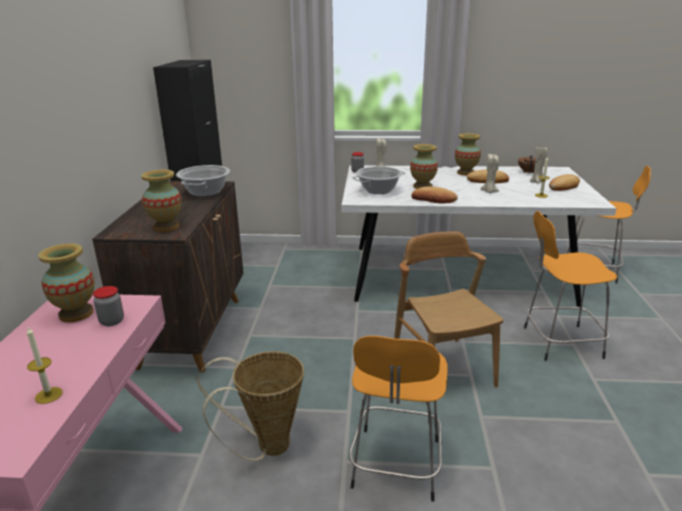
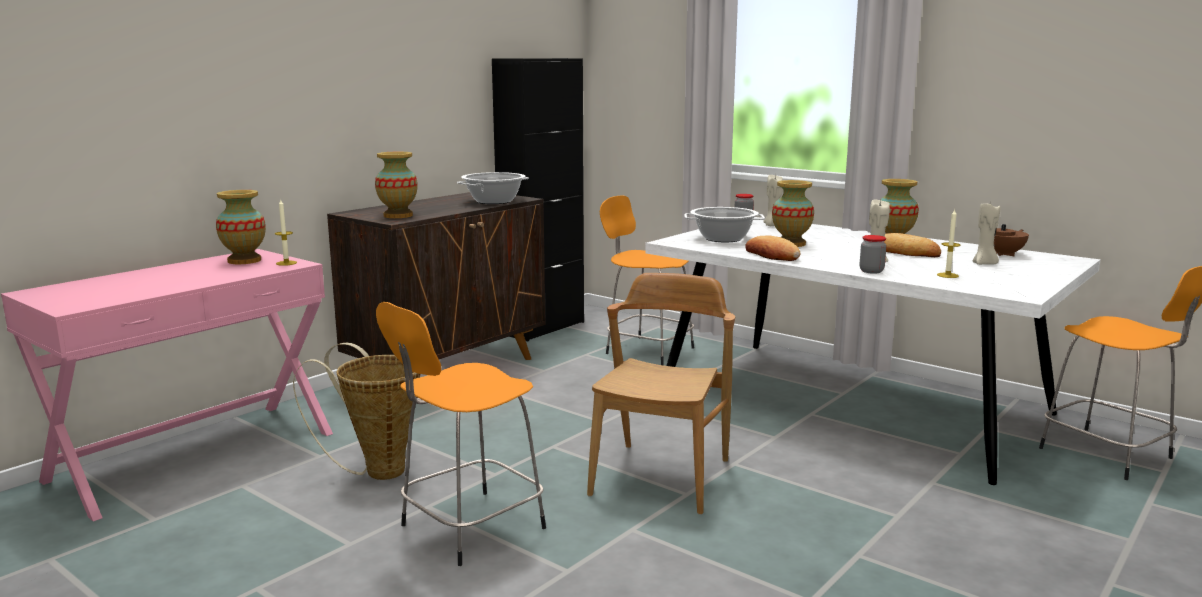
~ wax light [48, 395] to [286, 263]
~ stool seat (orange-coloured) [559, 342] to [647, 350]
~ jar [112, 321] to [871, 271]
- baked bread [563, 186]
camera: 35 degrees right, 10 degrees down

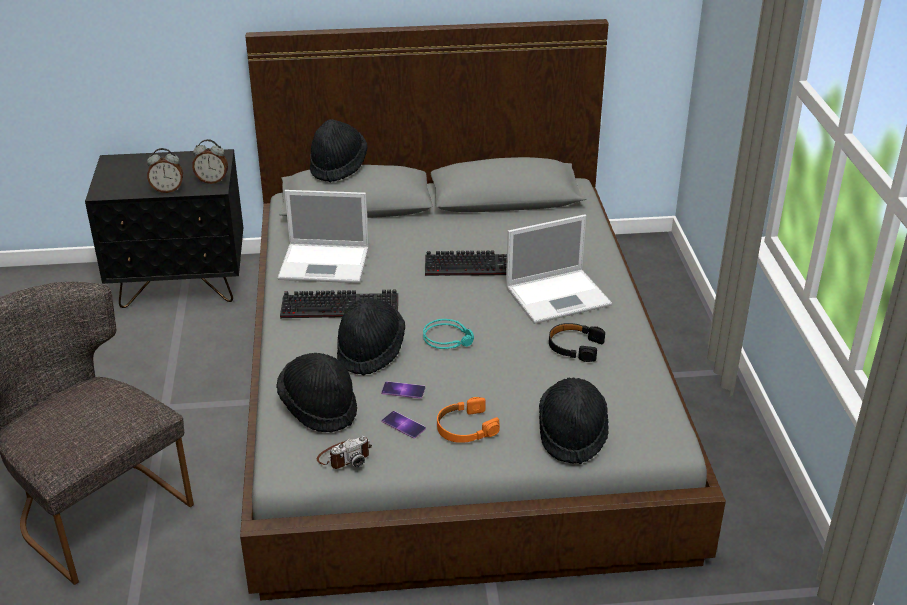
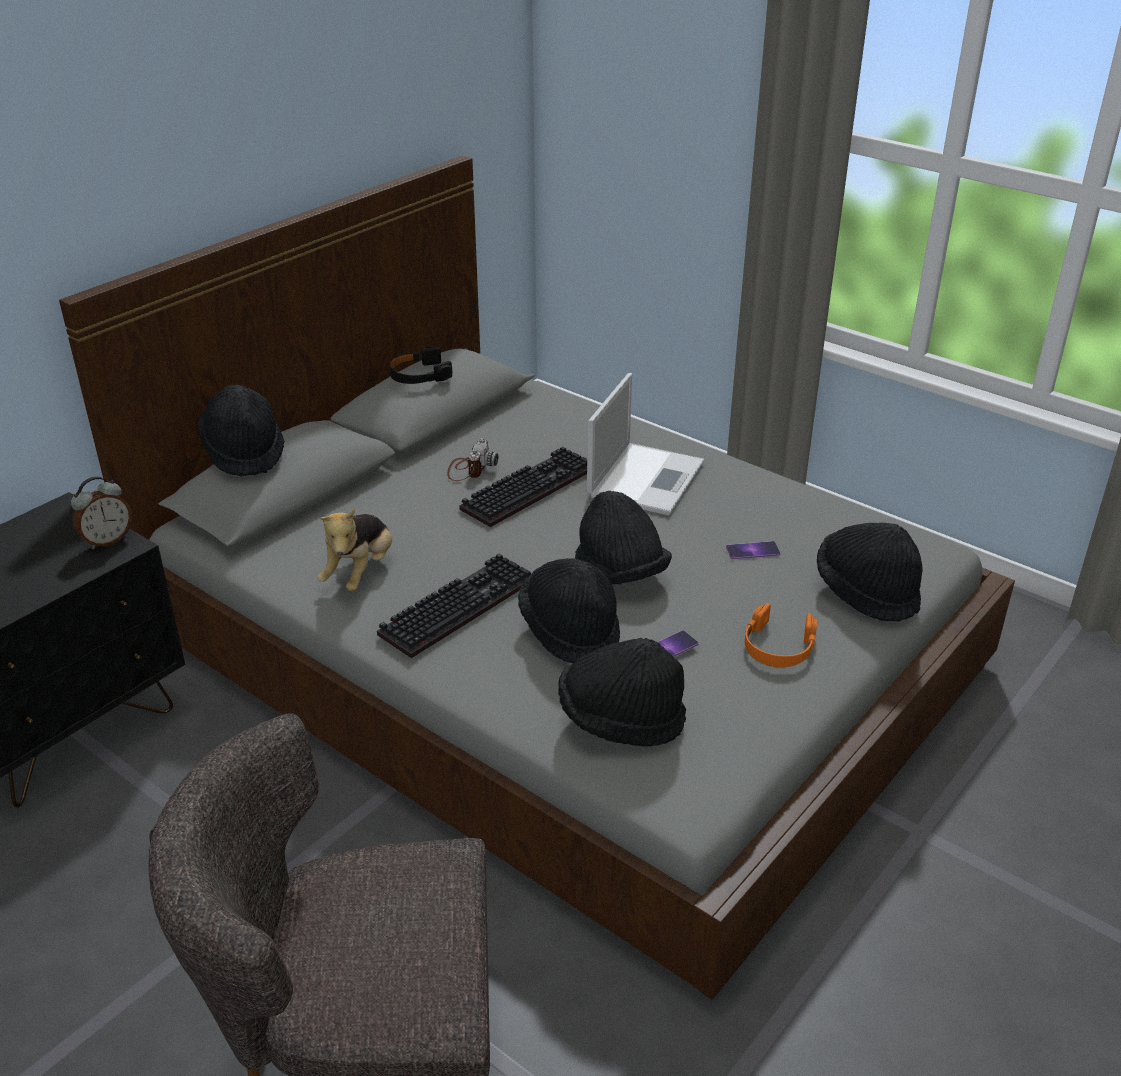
~ portable computer [326, 263] to cuddly toy [360, 572]
~ headphones (blackish) [574, 347] to [419, 375]
~ photo camera [344, 457] to [469, 468]
~ headphones (turquoise-coloured) [449, 338] to clothing hat (blackish) [620, 573]
~ handset [403, 425] to [752, 550]
- table clock [167, 190]
camera: 45 degrees left, 0 degrees up

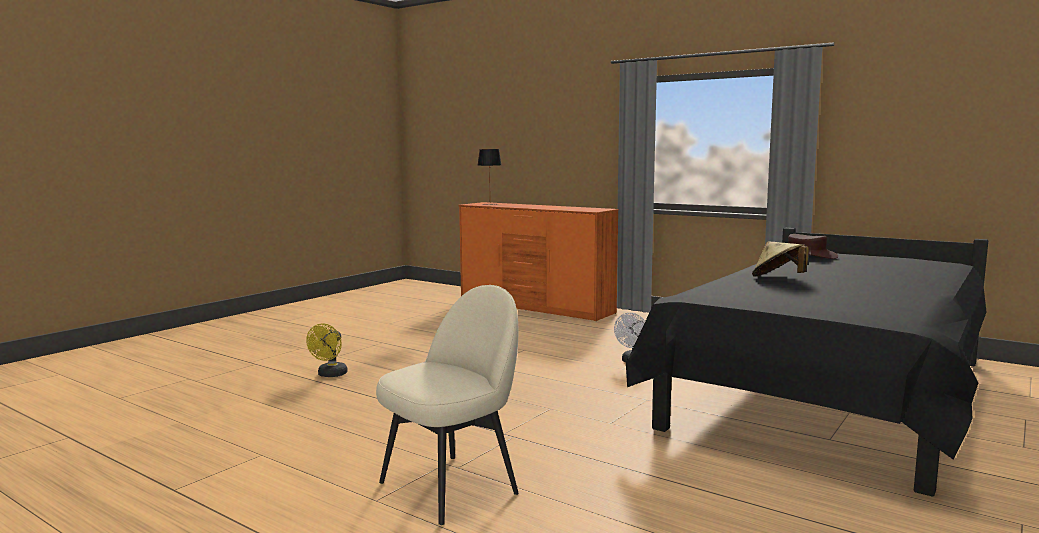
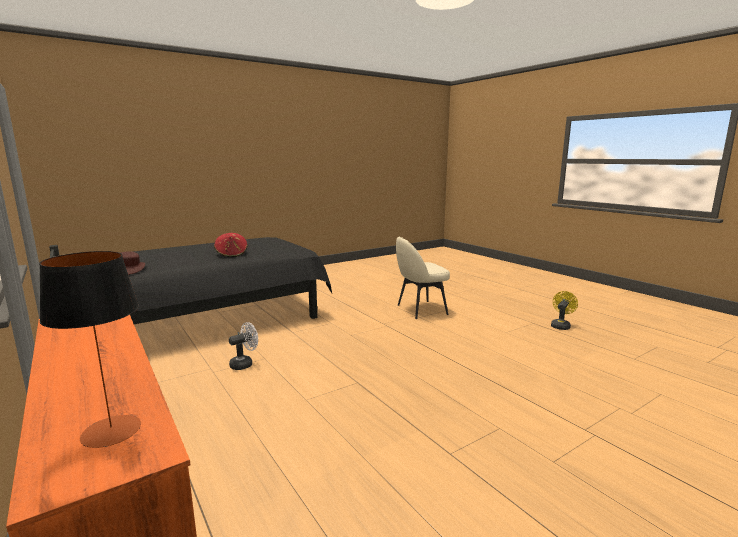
~ clothing hat (beige) [778, 278] to clothing hat (red) [231, 254]
~ cooling fan (yellowish) [330, 375] to [561, 325]
camera: 160 degrees left, 5 degrees up

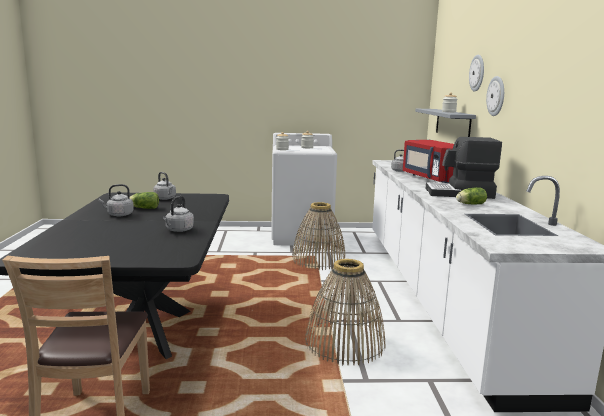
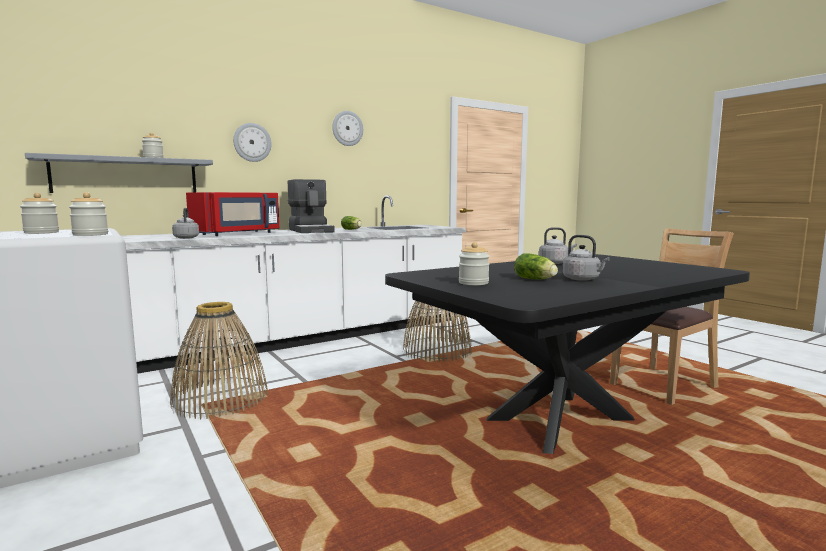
~ wall clock [477, 73] to [347, 128]
~ water kettle (grey) [165, 198] to jar [473, 283]
camera: 120 degrees left, 5 degrees down

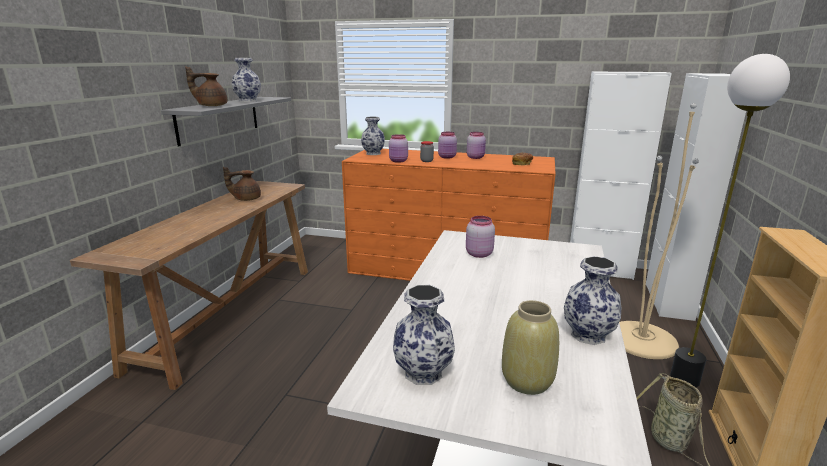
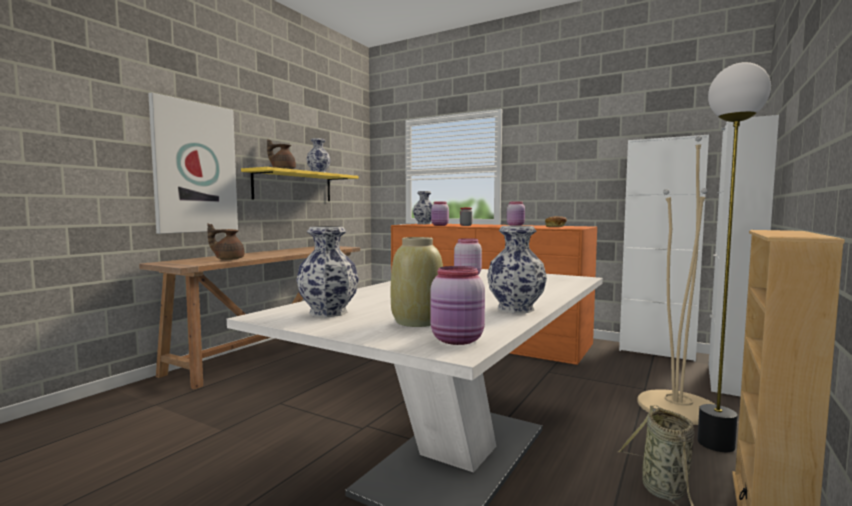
+ wall art [195, 167]
~ tea pot (brown) [246, 199] to [228, 259]
~ shelf (grey) [219, 119] to shelf (yellowish) [293, 186]
~ jar (pink) [447, 157] to [458, 340]
camera: 15 degrees right, 15 degrees down

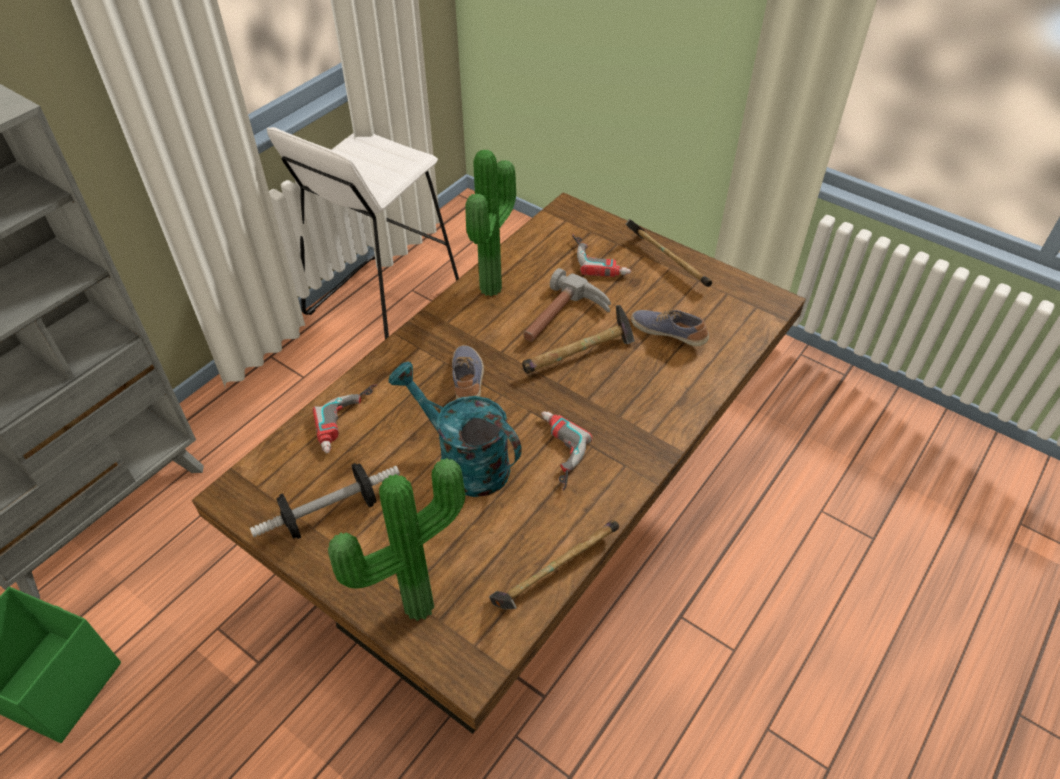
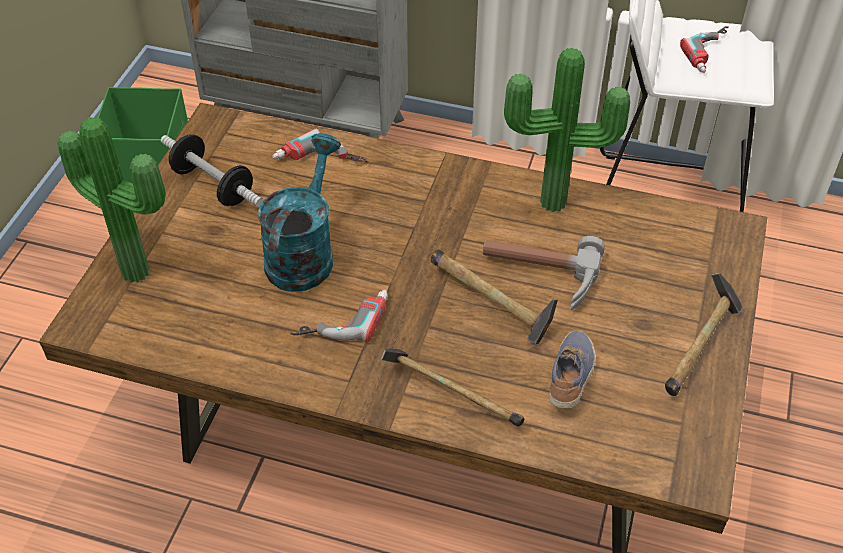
~ hand hammer [553, 574] to [449, 395]
~ drill [600, 258] to [713, 54]
- low shoe [468, 381]
camera: 70 degrees right, 0 degrees up

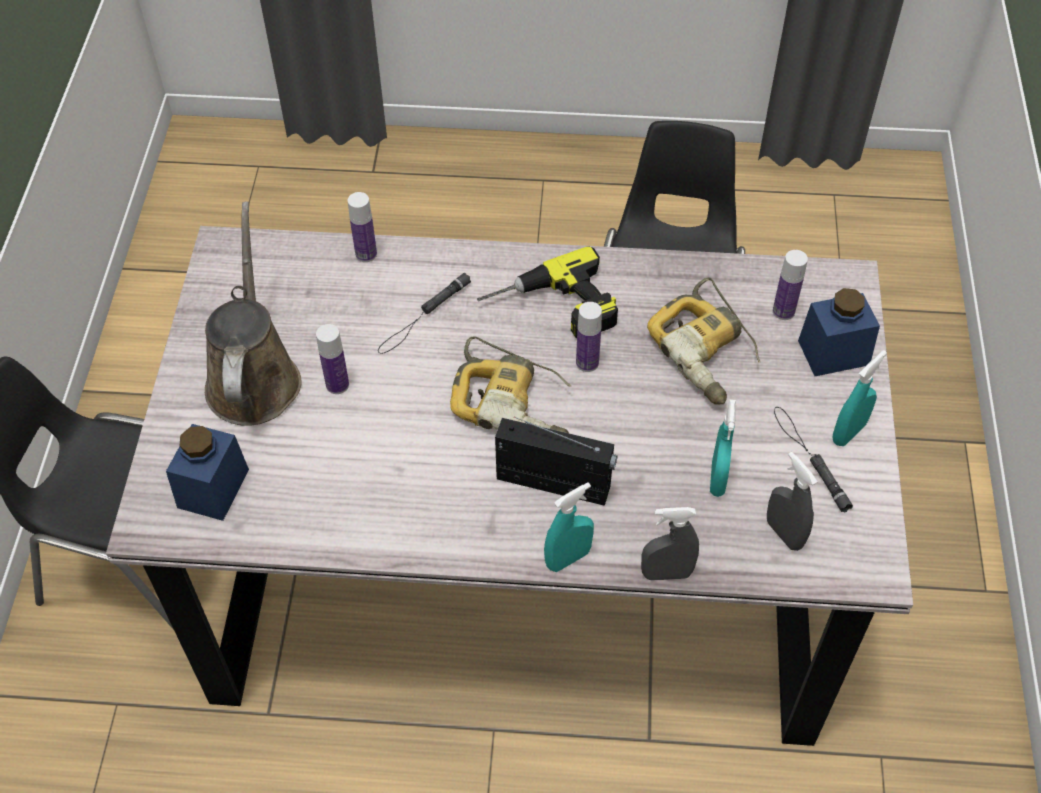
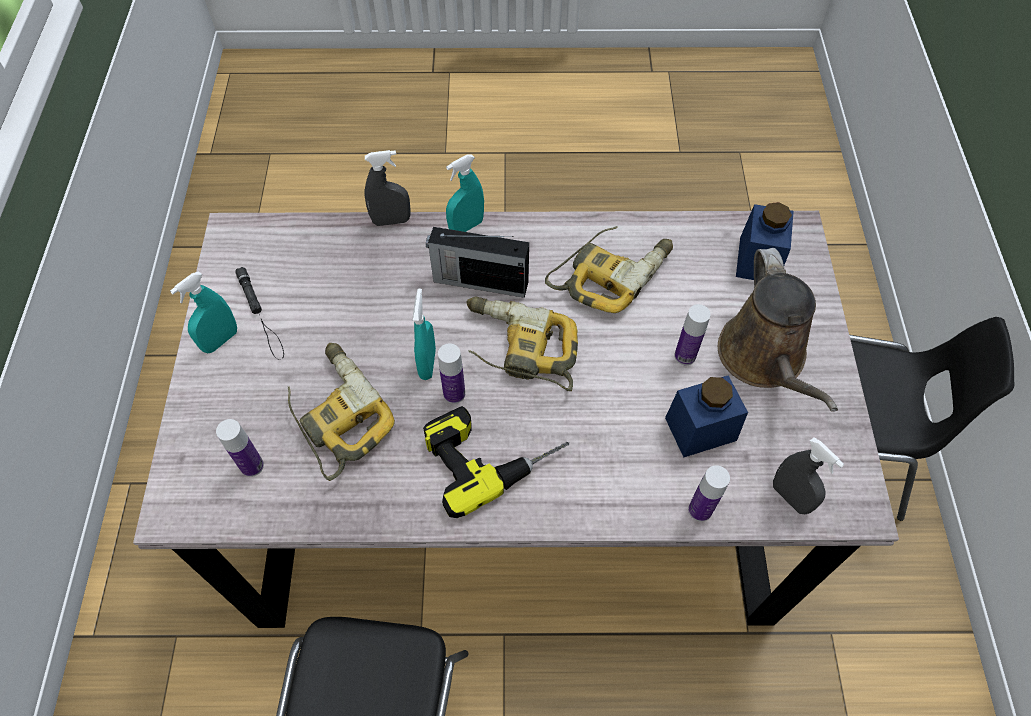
~ spray bottle (turquoise-coloured) [717, 479] to [427, 363]
+ drill [611, 272]
~ jar (blue) [833, 352] to [700, 429]
~ spray bottle (grey) [784, 533] to [790, 497]
- hand torch (blackish) [424, 316]
camera: 175 degrees right, 5 degrees up

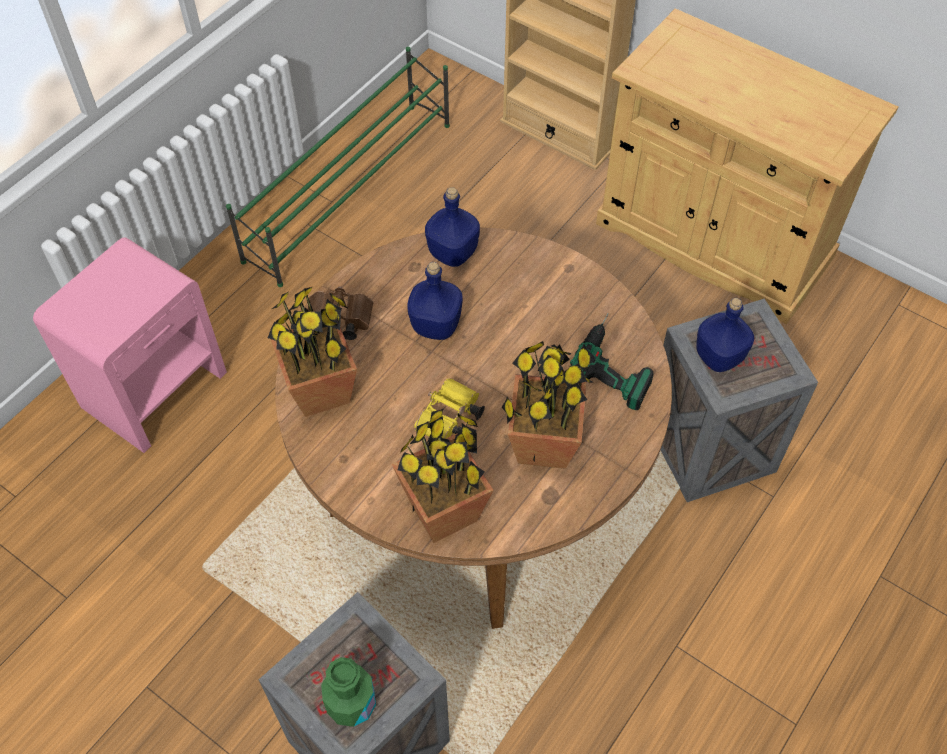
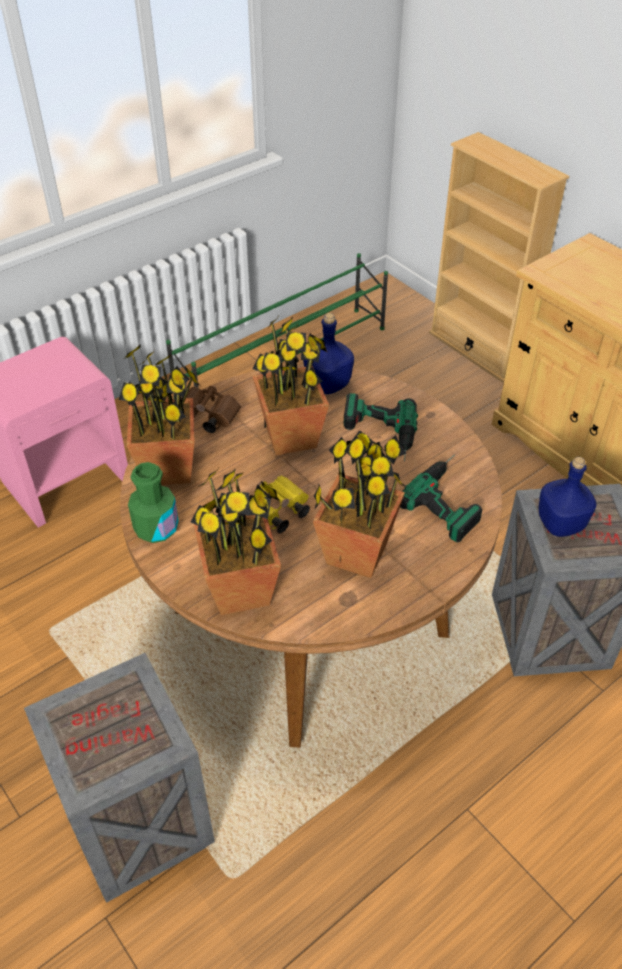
~ beverage bottle (green) [351, 703] to [156, 528]
~ beverage bottle (blue) [435, 325] to plant in a pot [290, 437]
+ drill [379, 435]
camera: 15 degrees right, 10 degrees down

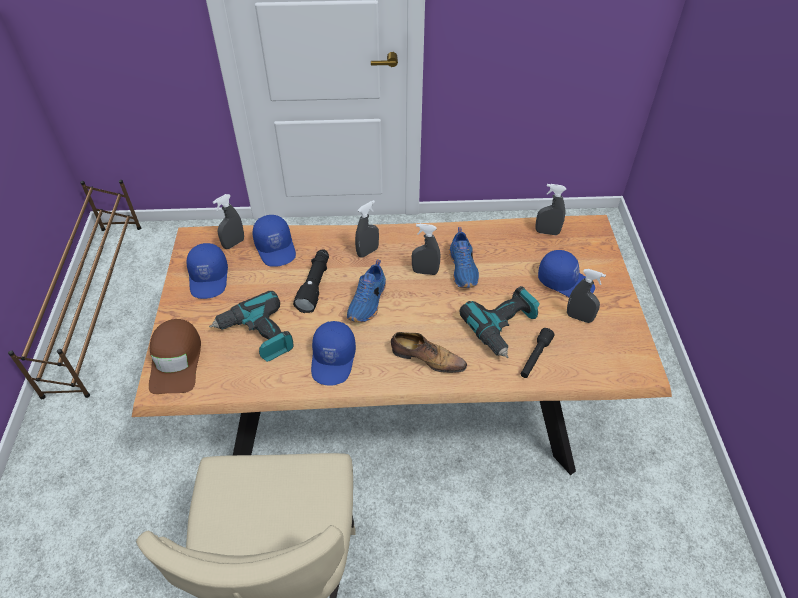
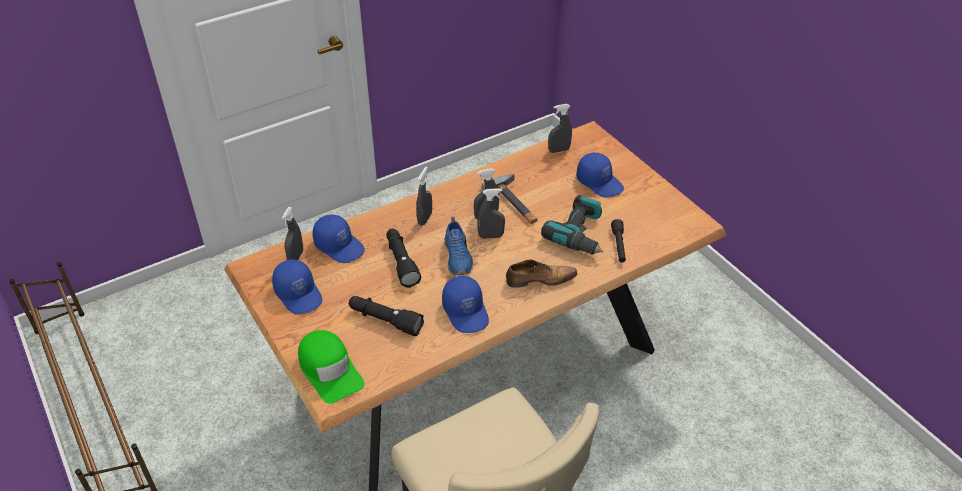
~ baseball cap (brown) [176, 361] to baseball cap (green) [329, 370]
~ drill [258, 335] to hand torch (blackish) [385, 320]
~ spray bottle (grey) [579, 317] to [491, 236]
~ low shoe (blue) [463, 269] to hand hammer [515, 202]
~ baseball cap (blue) [565, 281] = [600, 182] 45 degrees clockwise
camera: 30 degrees left, 5 degrees down

